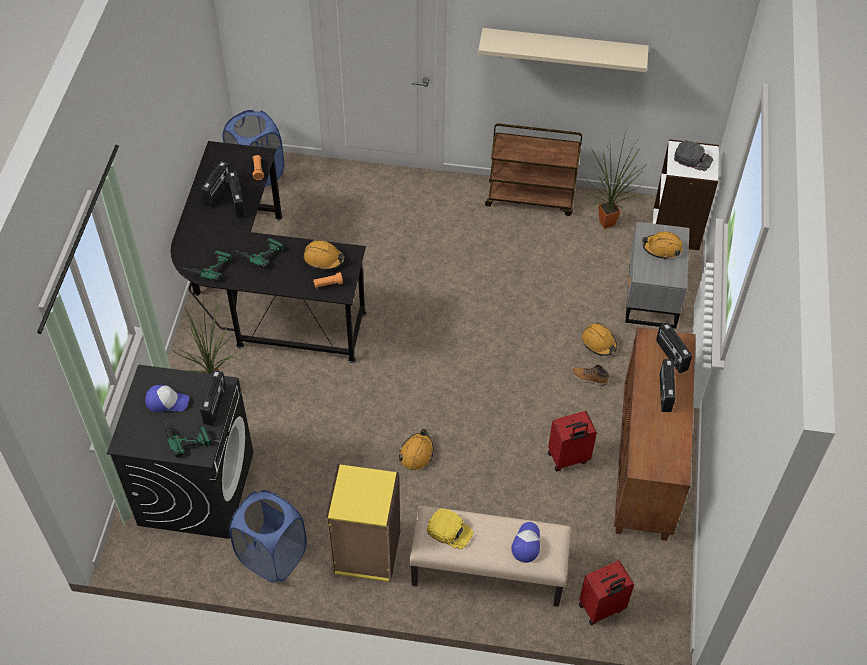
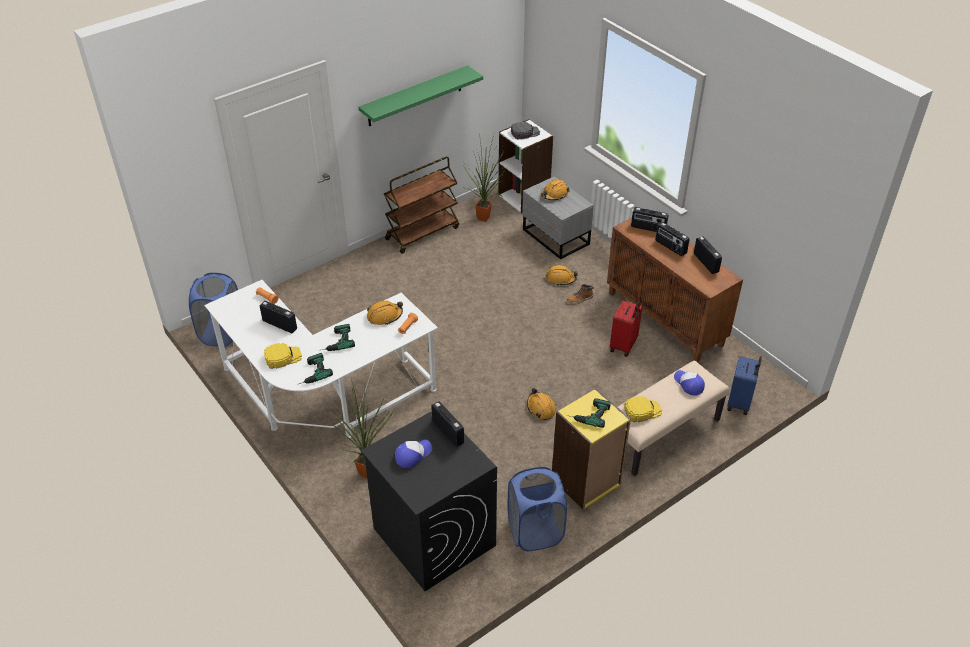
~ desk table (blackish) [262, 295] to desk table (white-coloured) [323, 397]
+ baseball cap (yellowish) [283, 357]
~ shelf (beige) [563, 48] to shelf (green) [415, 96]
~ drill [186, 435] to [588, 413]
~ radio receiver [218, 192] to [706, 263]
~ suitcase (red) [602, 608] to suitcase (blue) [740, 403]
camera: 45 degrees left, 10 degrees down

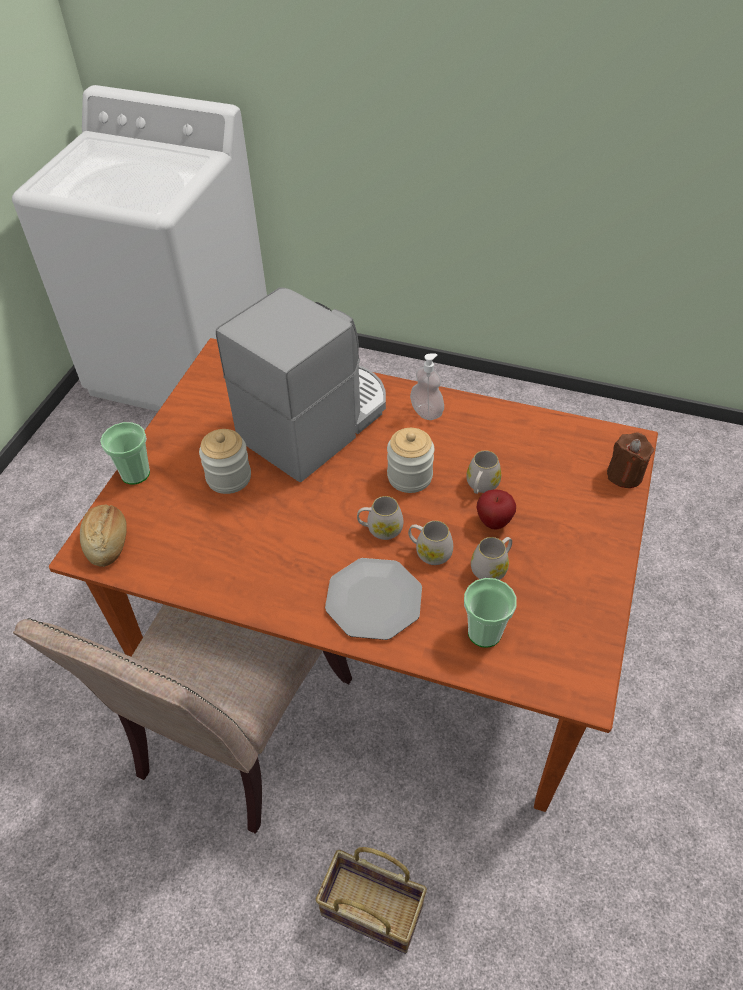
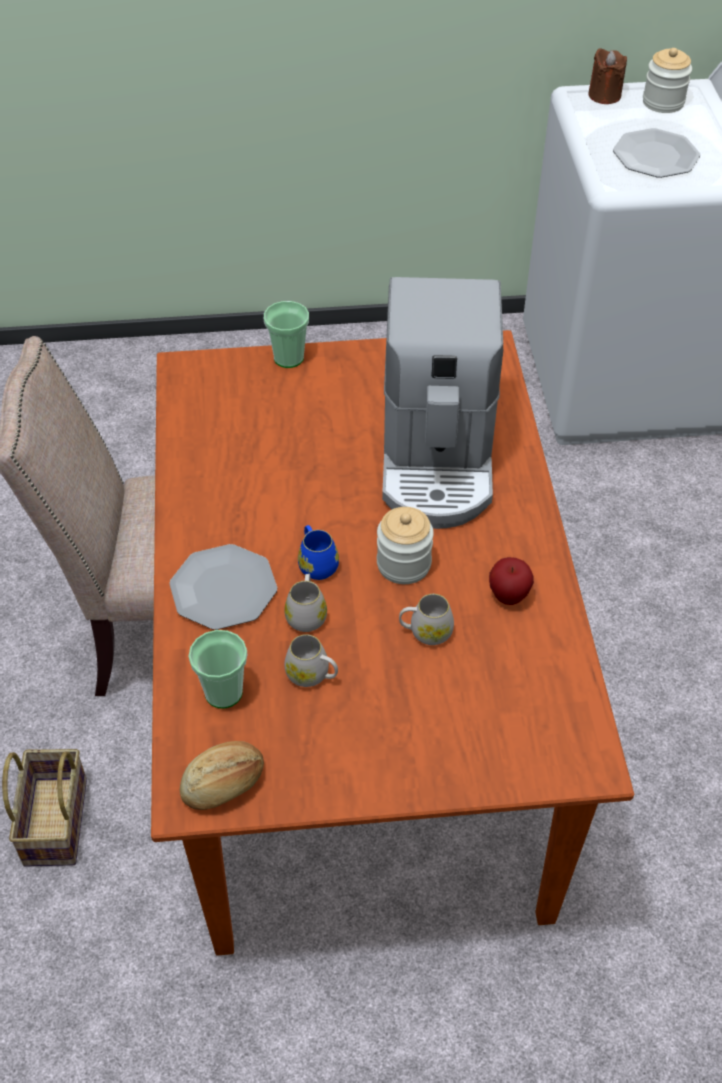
~ baked bread [108, 542] to [224, 785]
~ coffee mug (white-coloured) [380, 529] to coffee mug (blue) [316, 563]
~ coffee brewer [317, 422] = [437, 460] 75 degrees clockwise
~ whole apple [493, 522] to [508, 596]
~ wax light (brown) [624, 475] to [604, 95]
+ plate [655, 156]
~ jar [229, 477] to [663, 102]
- liquid soap bottle [426, 412]
camera: 65 degrees right, 0 degrees up

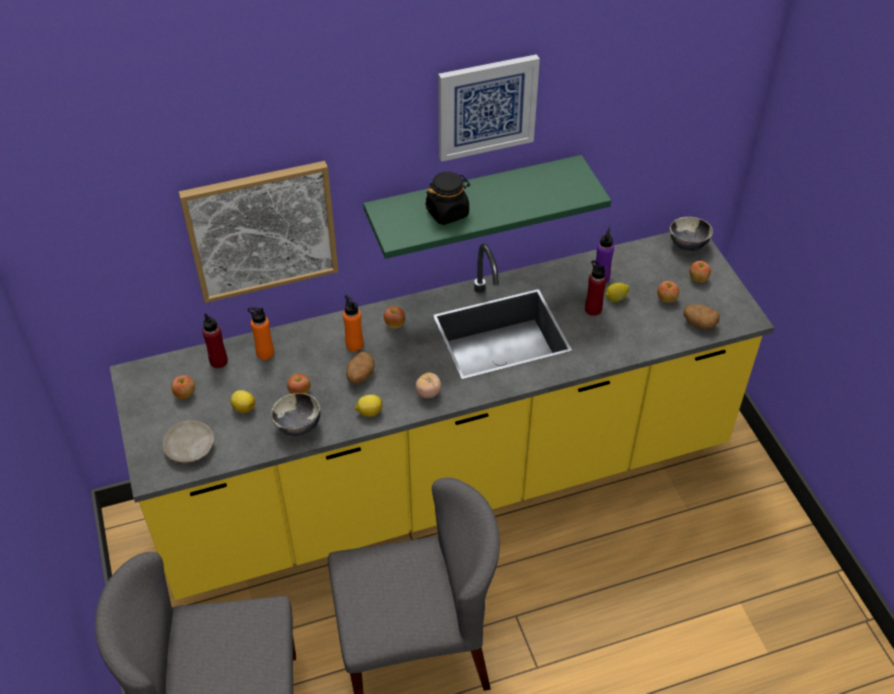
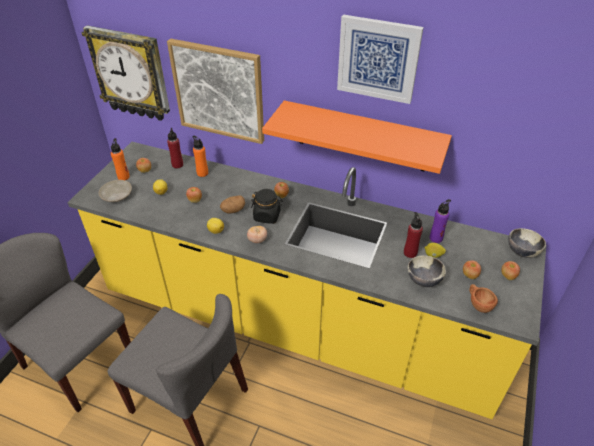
+ wall clock [131, 74]
~ beverage bottle (orange-coloured) [354, 345] to [123, 177]
~ jar (blackish) [447, 212] to [267, 216]
~ shelf (green) [474, 202] to shelf (orange-coloured) [362, 137]
~ serving bowl [298, 426] to [423, 280]
~ whole potato [699, 323] to drinking cup (brown) [478, 304]
camera: 40 degrees right, 5 degrees down

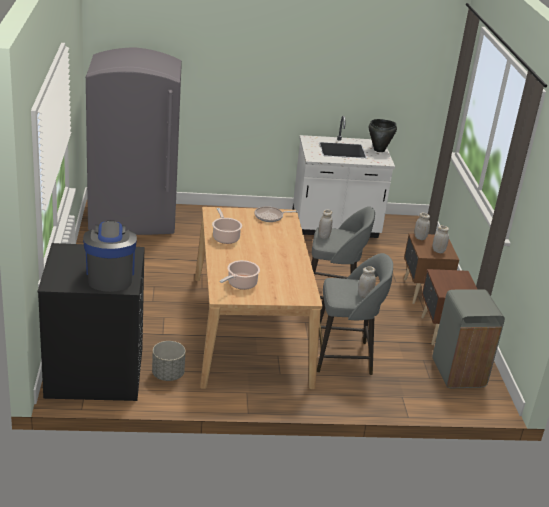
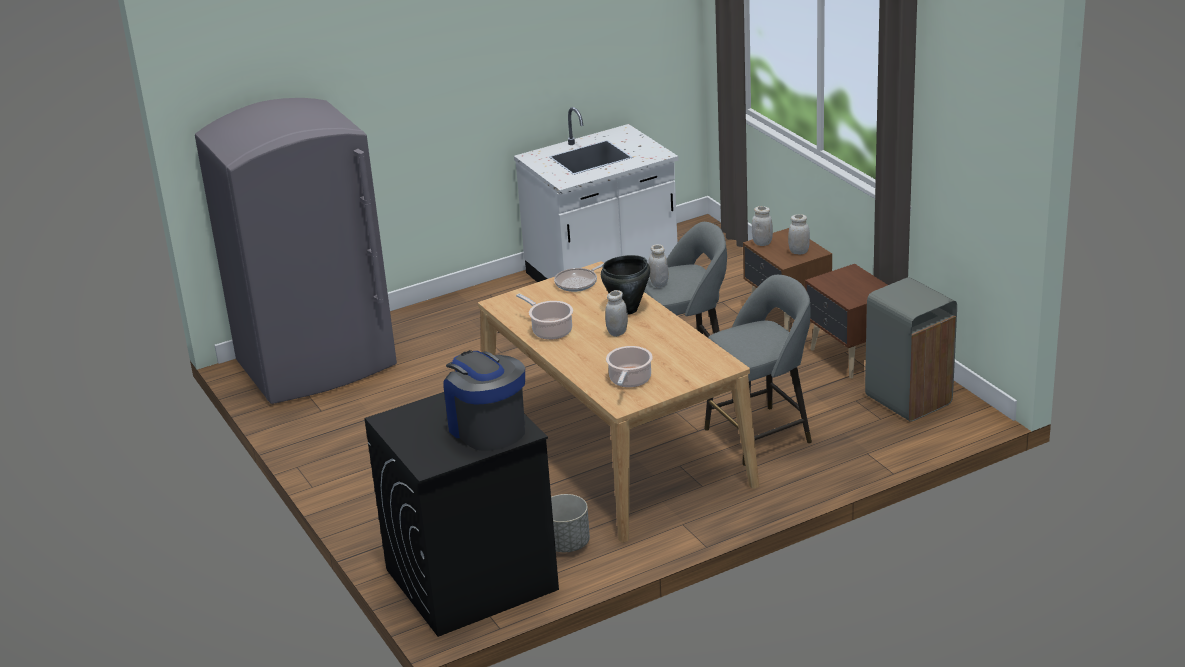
~ saucepot (blackish) [379, 150] to [628, 310]
~ jar (white-coloured) [365, 295] to [617, 332]
camera: 20 degrees left, 0 degrees up

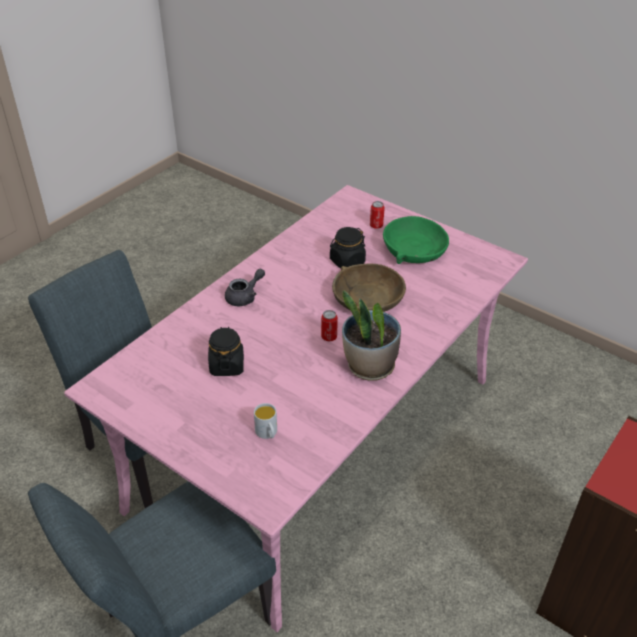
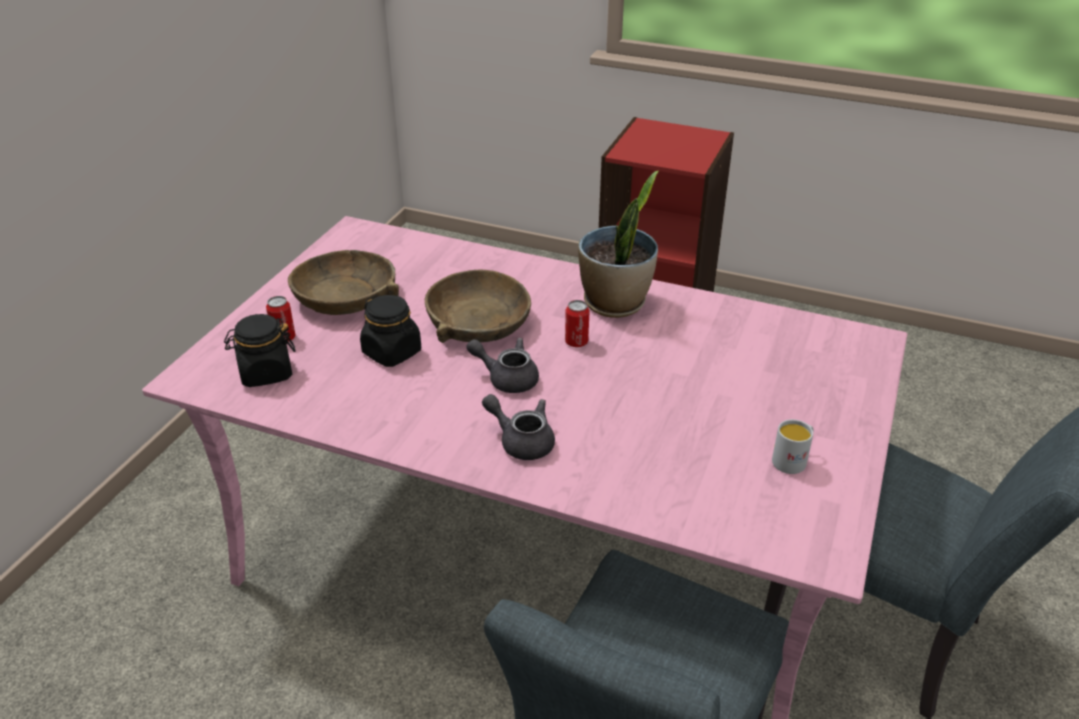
~ jar (blackish) [227, 365] to [265, 373]
~ serving bowl (green) [414, 250] to serving bowl (brown) [346, 297]
+ tea pot (grey) [507, 378]
~ coffee mug (white-coloured) [267, 433] to [793, 460]
camera: 105 degrees left, 5 degrees down

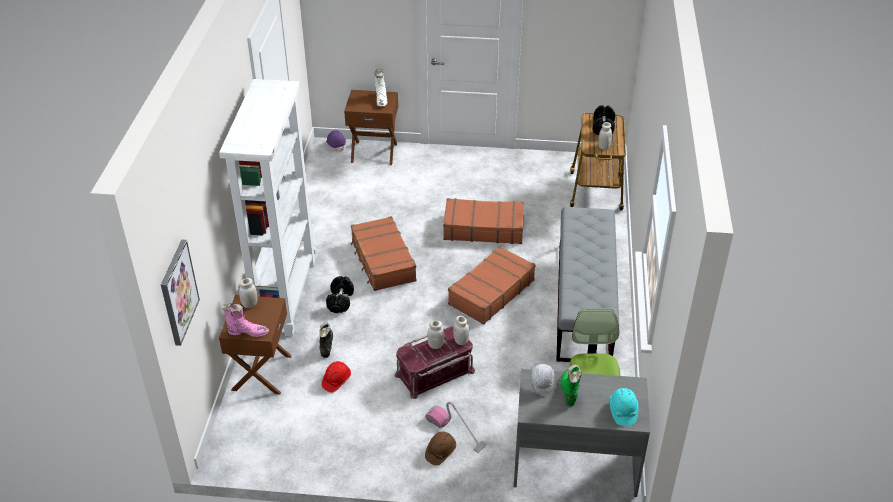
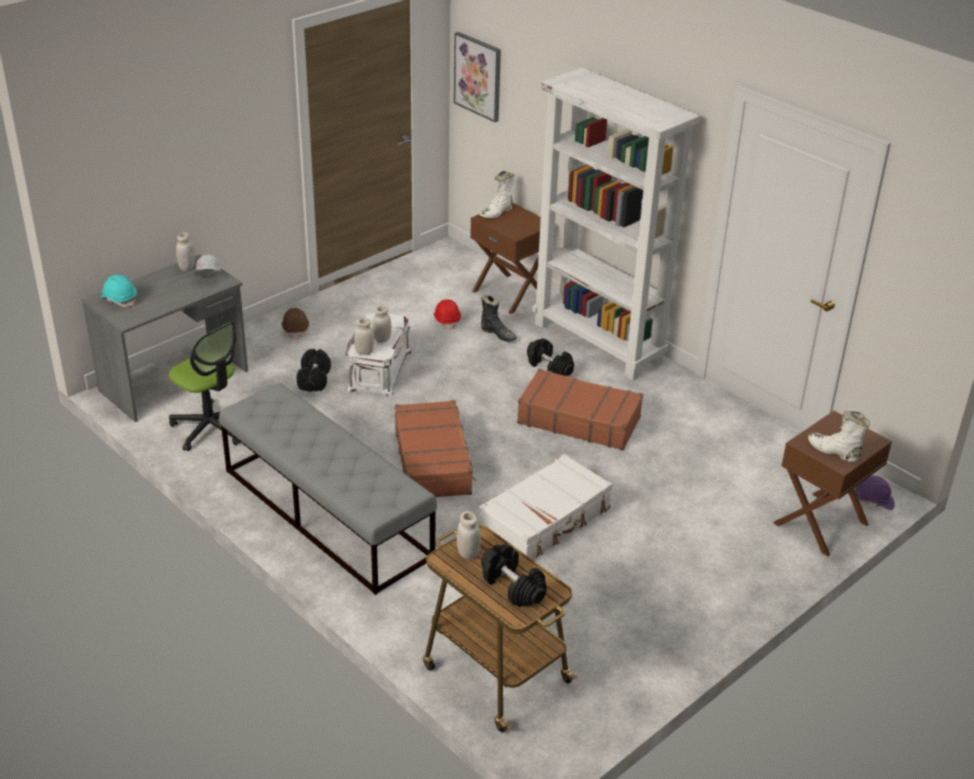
~ jar (white-coloured) [250, 304] to [186, 267]
+ dumbbell (blackish) [314, 380]
~ storage container (red) [435, 373] to storage container (white-coloured) [378, 369]
~ boot (pink) [247, 332] to boot (white-coloured) [497, 212]
~ suitcase (brown) [483, 228] to suitcase (white-coloured) [546, 520]
- vacuum [455, 431]
- boot (green) [568, 391]
camera: 130 degrees right, 5 degrees down

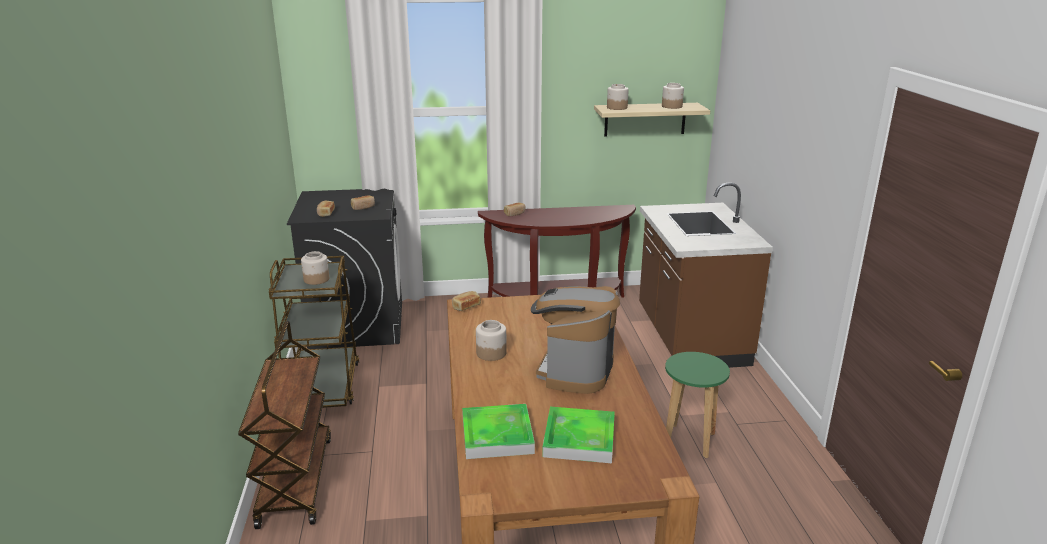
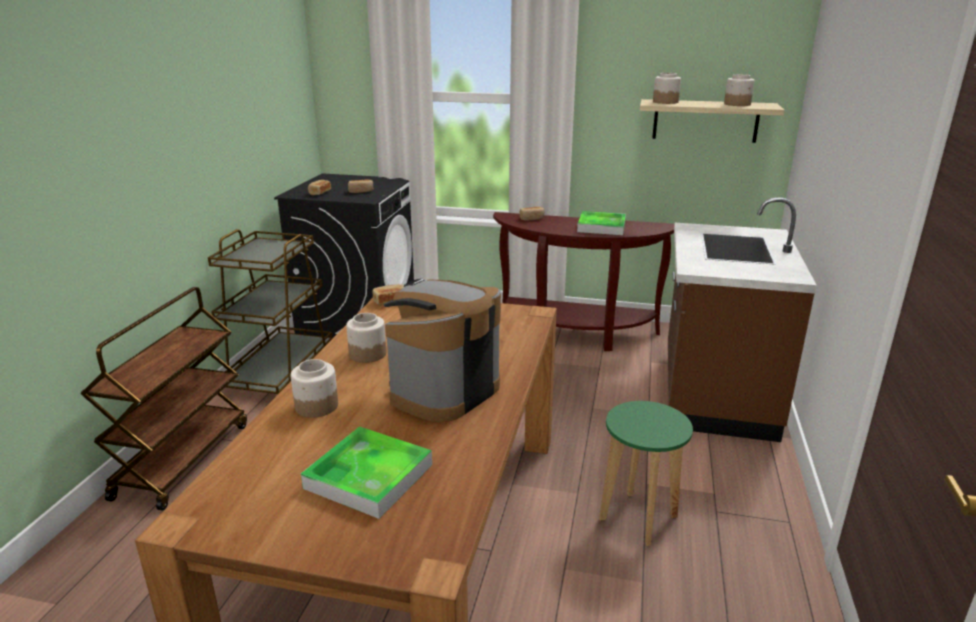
~ jar [316, 279] to [316, 406]
~ carrying tray [497, 435] to [601, 227]
camera: 20 degrees right, 0 degrees up

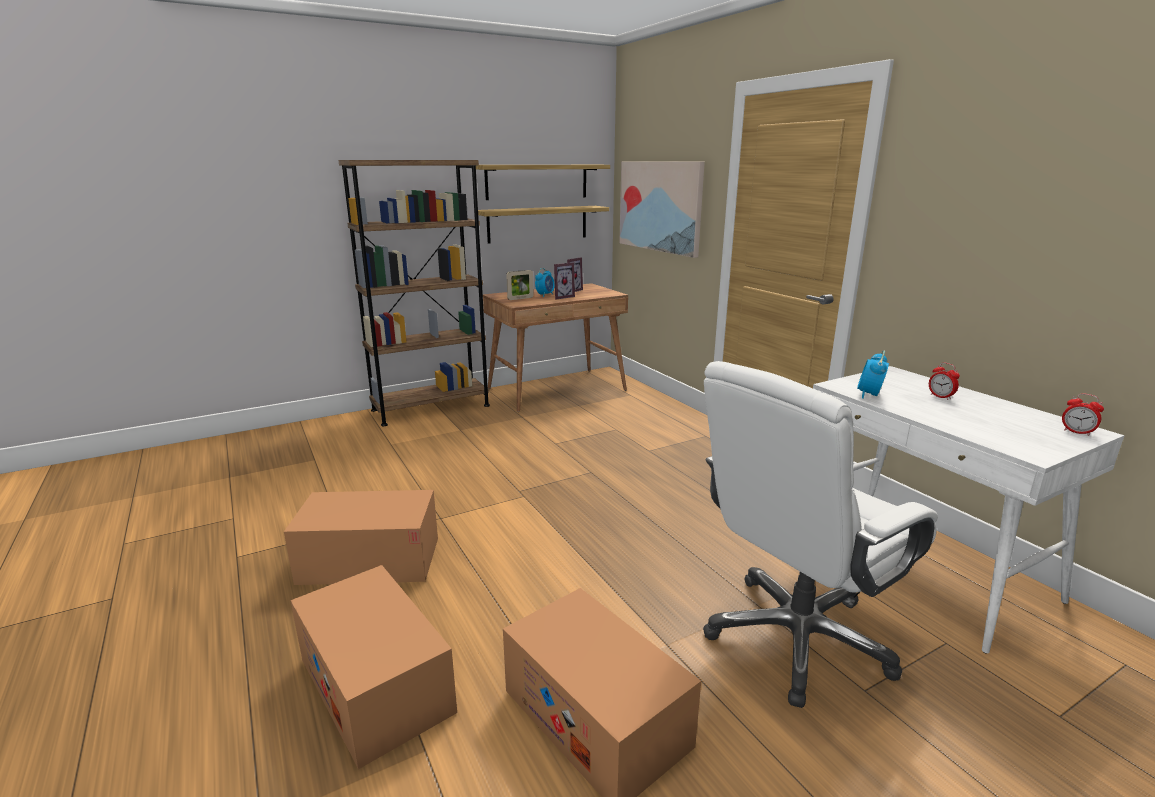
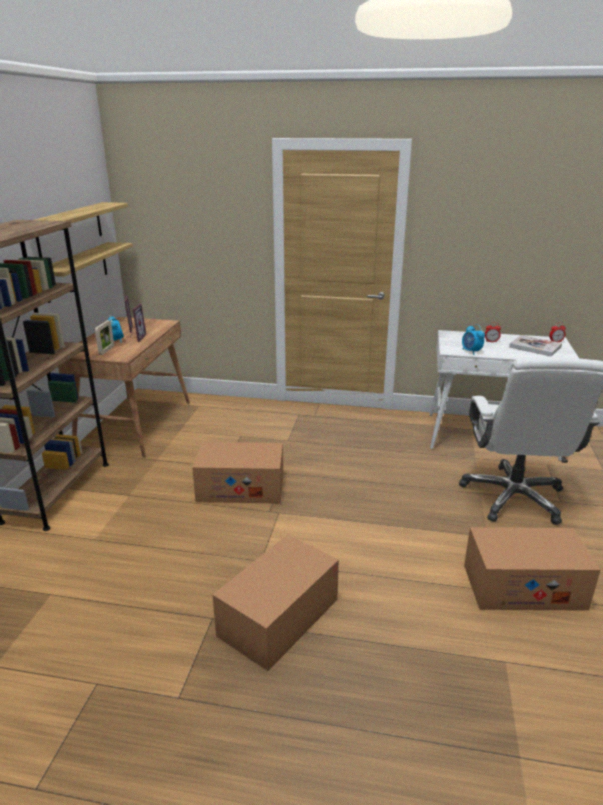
~ packing box [376, 685] to [240, 488]
+ book [535, 347]
- wall art [660, 206]
camera: 50 degrees left, 5 degrees up

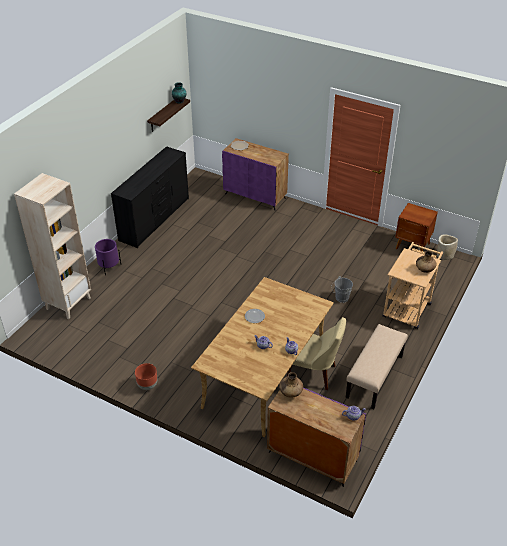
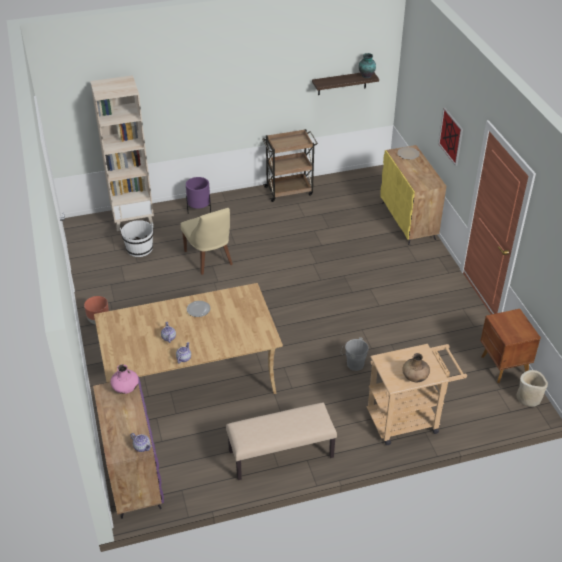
~ decorative vase (brown) [290, 392] to decorative vase (pink) [125, 388]
+ pail (white-coloured) [139, 248]
~ plain chair (beige) [313, 373] to [209, 259]
~ dresser (blackish) [155, 219] to wheeled cart (brown) [289, 190]
~ storage cabinet (purplish) [255, 196] to storage cabinet (yellowish) [408, 221]
+ wall art [451, 136]
camera: 45 degrees right, 0 degrees up

